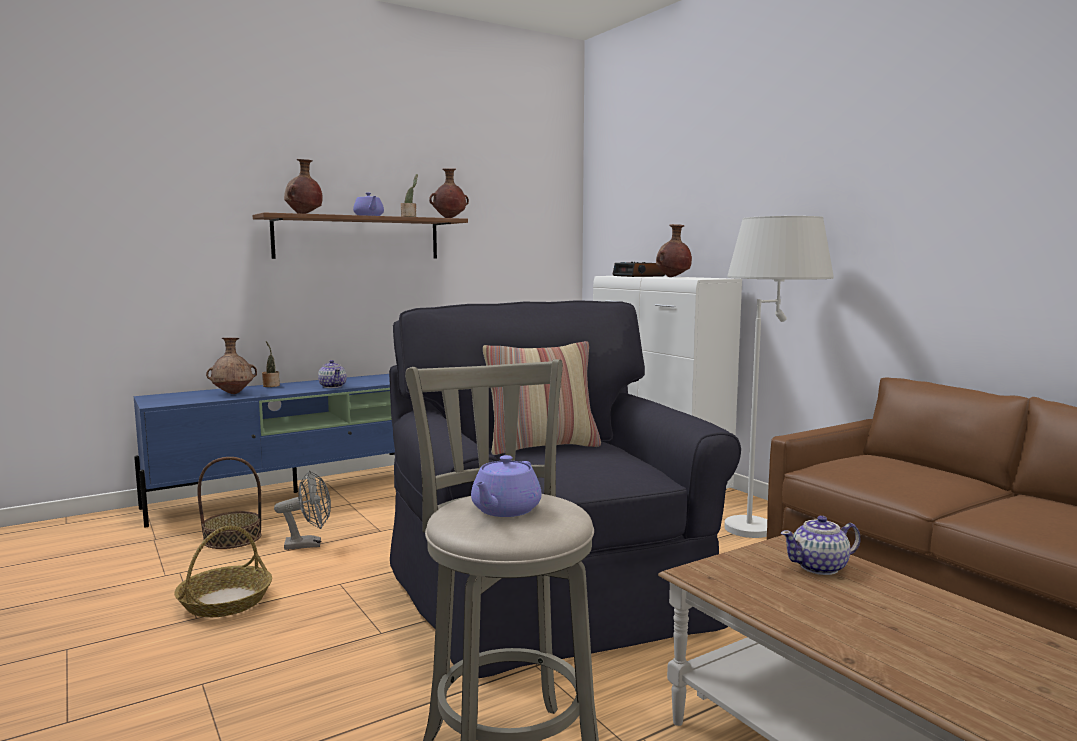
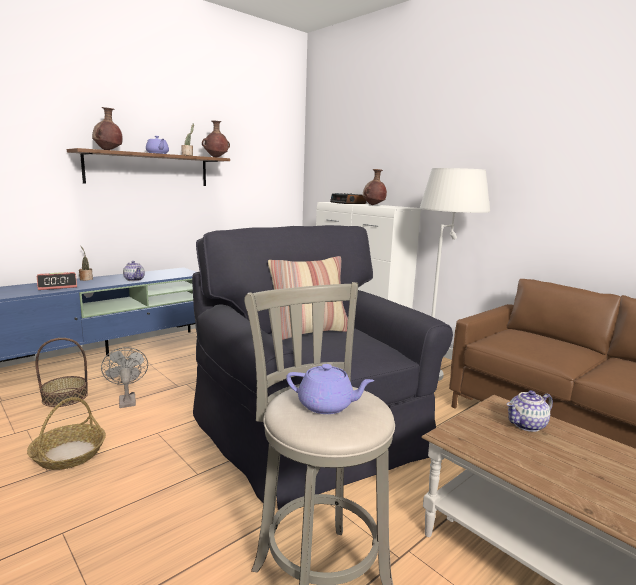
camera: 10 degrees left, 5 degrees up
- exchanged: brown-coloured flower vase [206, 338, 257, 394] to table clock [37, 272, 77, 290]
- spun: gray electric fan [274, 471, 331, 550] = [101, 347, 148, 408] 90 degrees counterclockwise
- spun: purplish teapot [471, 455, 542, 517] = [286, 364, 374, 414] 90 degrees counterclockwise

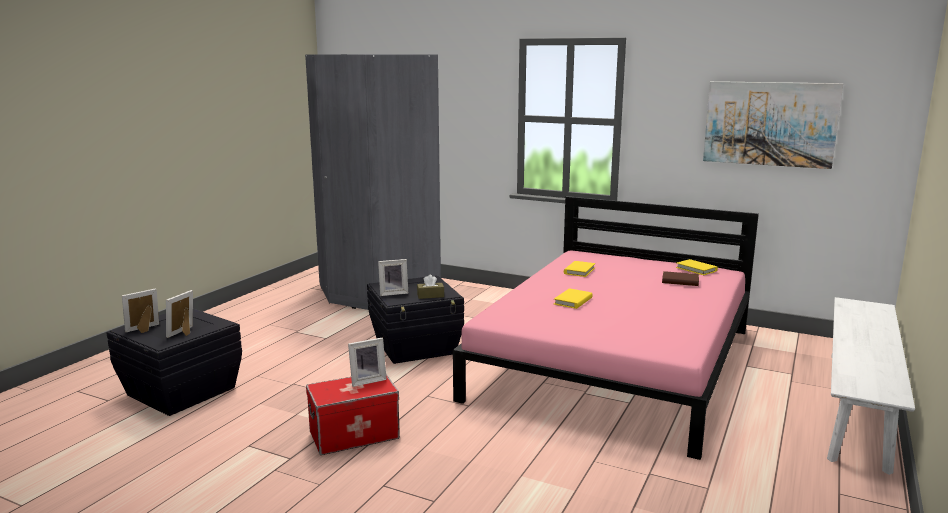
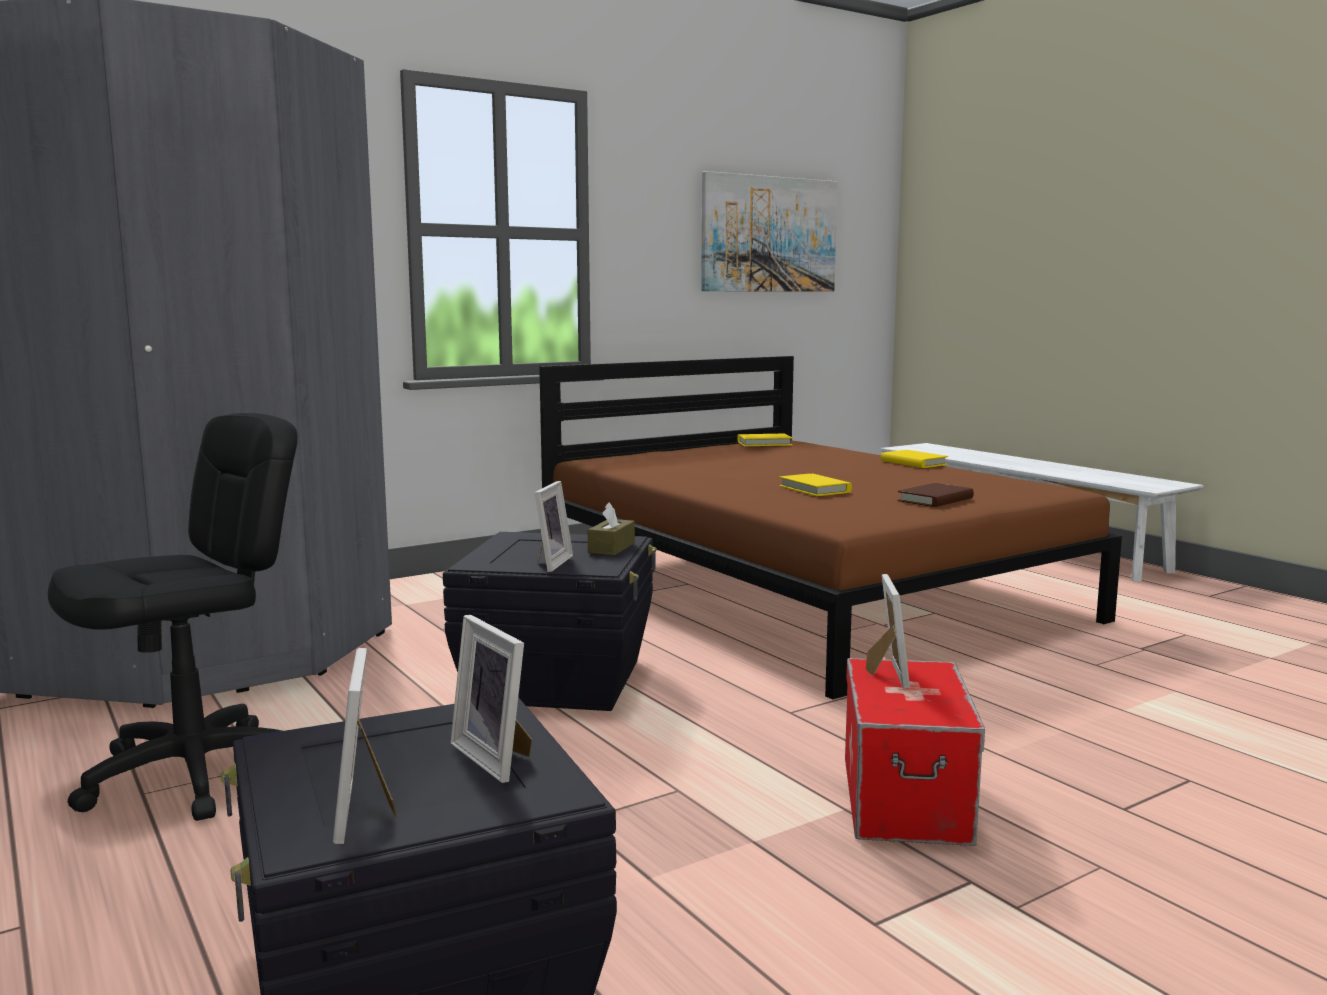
camera: 60 degrees left, 5 degrees down
- colour: pinkish bed [453, 196, 759, 460] to brown-coloured bed [539, 356, 1122, 700]
- relocated: yellow volume [564, 261, 595, 277] to [881, 450, 948, 468]
- relocated: brown-coloured volume [662, 271, 699, 286] to [897, 483, 974, 507]
- appeared: blackish computer chair [48, 413, 298, 821]

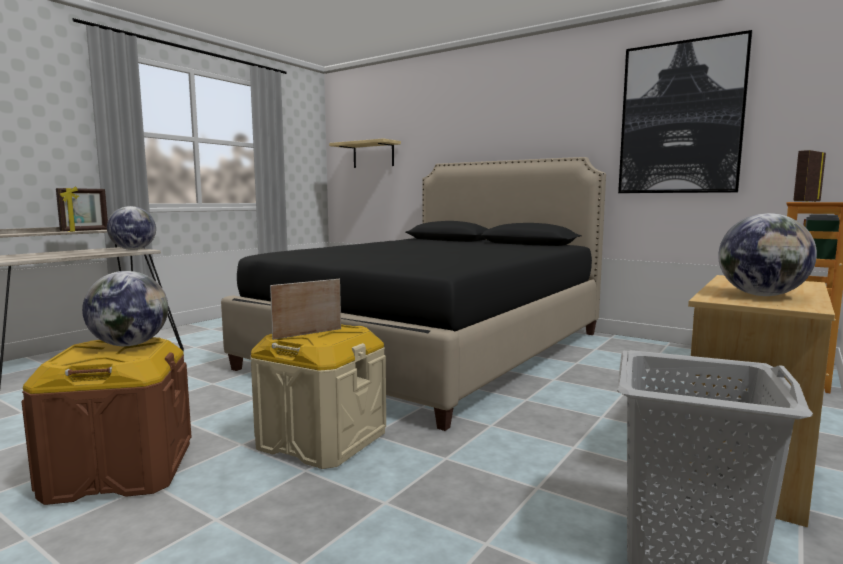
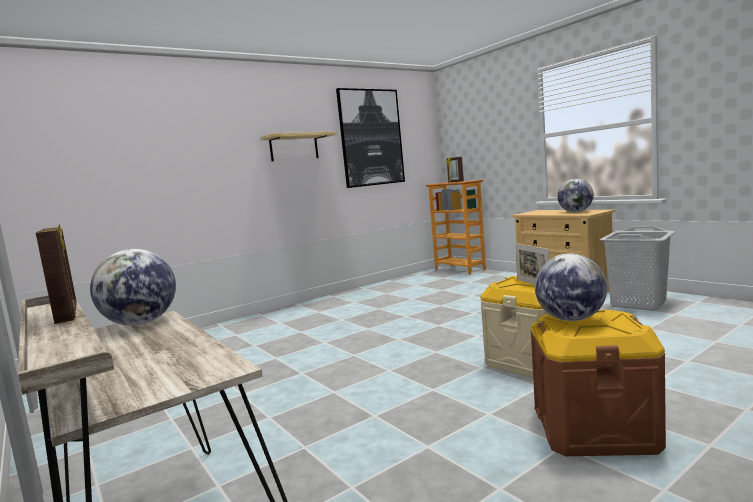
camera: 70 degrees left, 0 degrees up
- missing: blackish bed [221, 157, 606, 431]
- relocated: shelf [329, 139, 401, 168] to [260, 131, 337, 161]

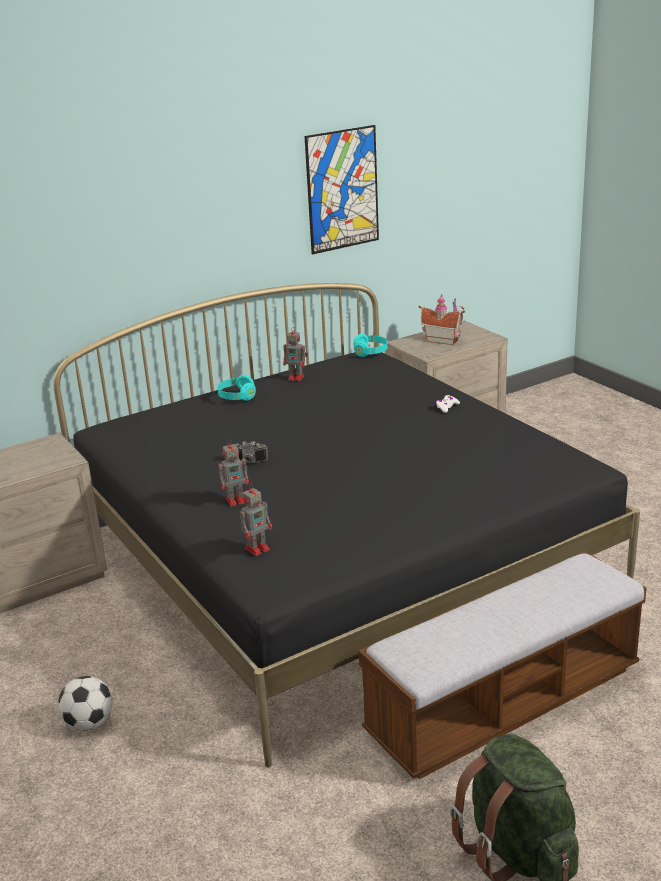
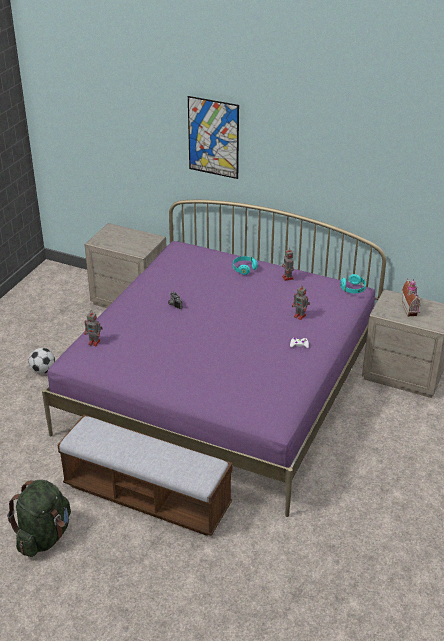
camera: 55 degrees right, 10 degrees up
- colour: blackish bed [53, 283, 640, 767] to purplish bed [42, 200, 386, 517]
- relocated: robot figure [218, 439, 249, 507] to [292, 285, 310, 320]
- relocated: picture [305, 125, 379, 254] to [188, 96, 239, 179]

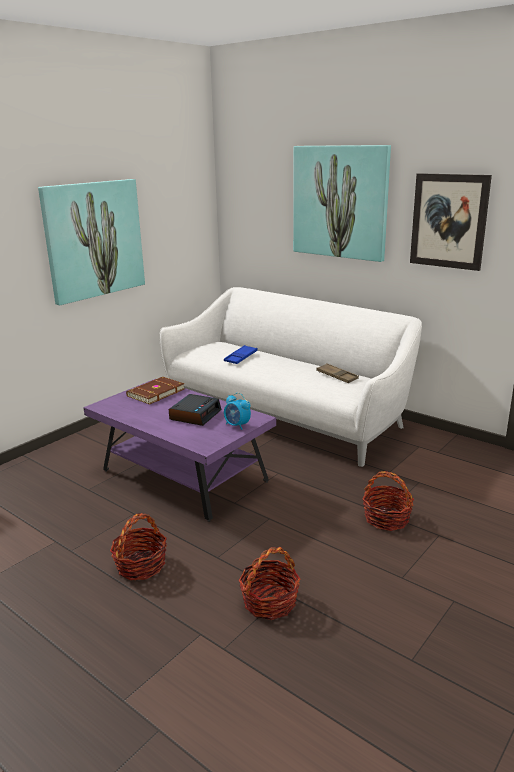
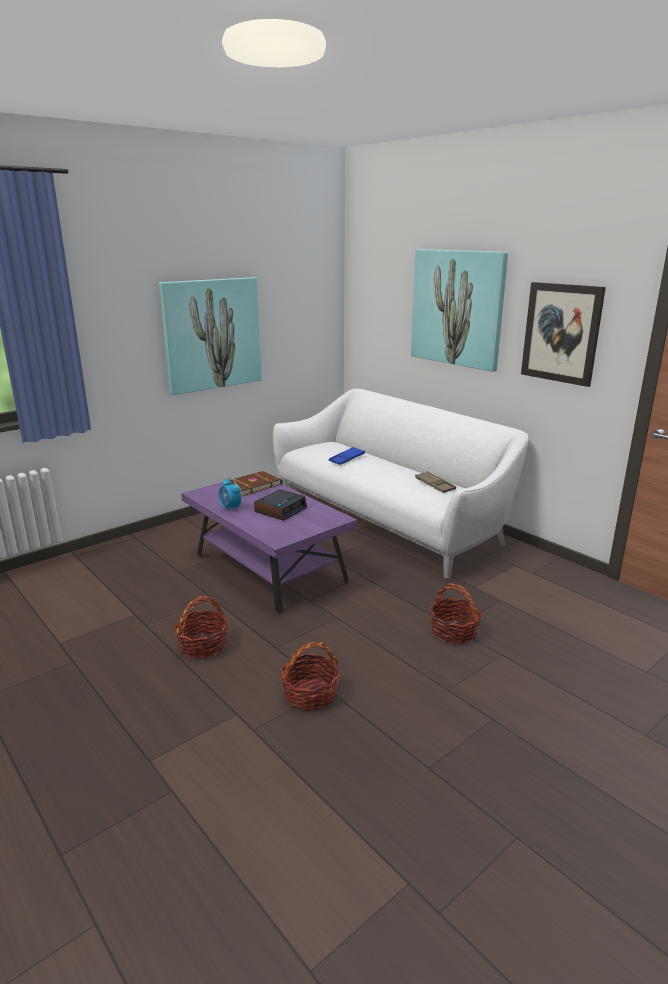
camera: 10 degrees right, 0 degrees up
- relocated: table clock [224, 393, 251, 430] to [219, 477, 241, 512]

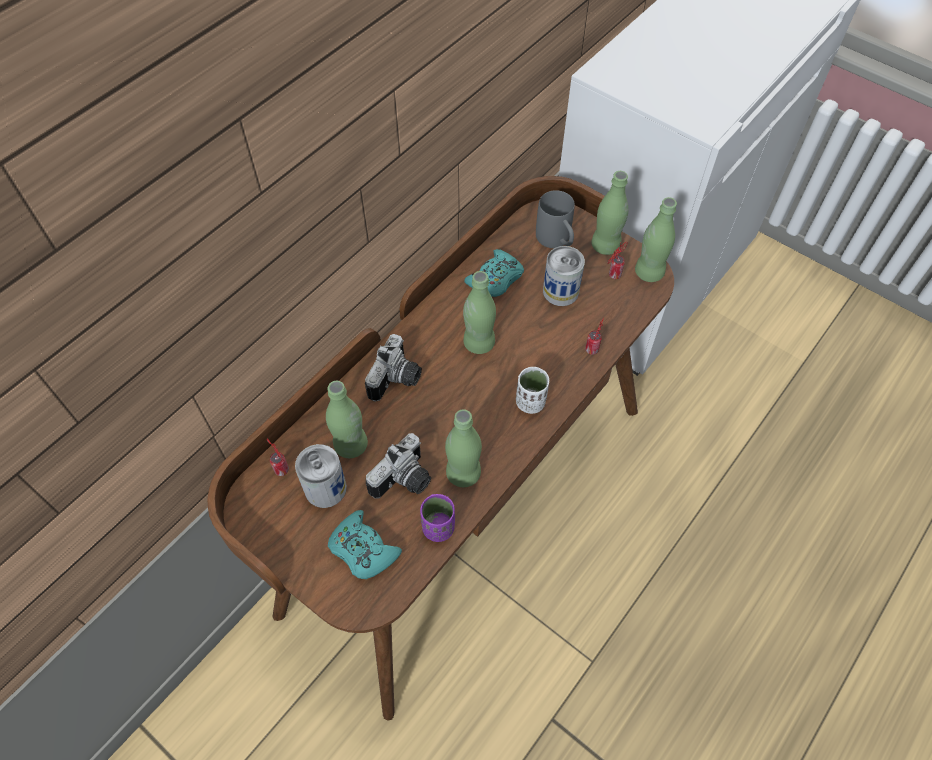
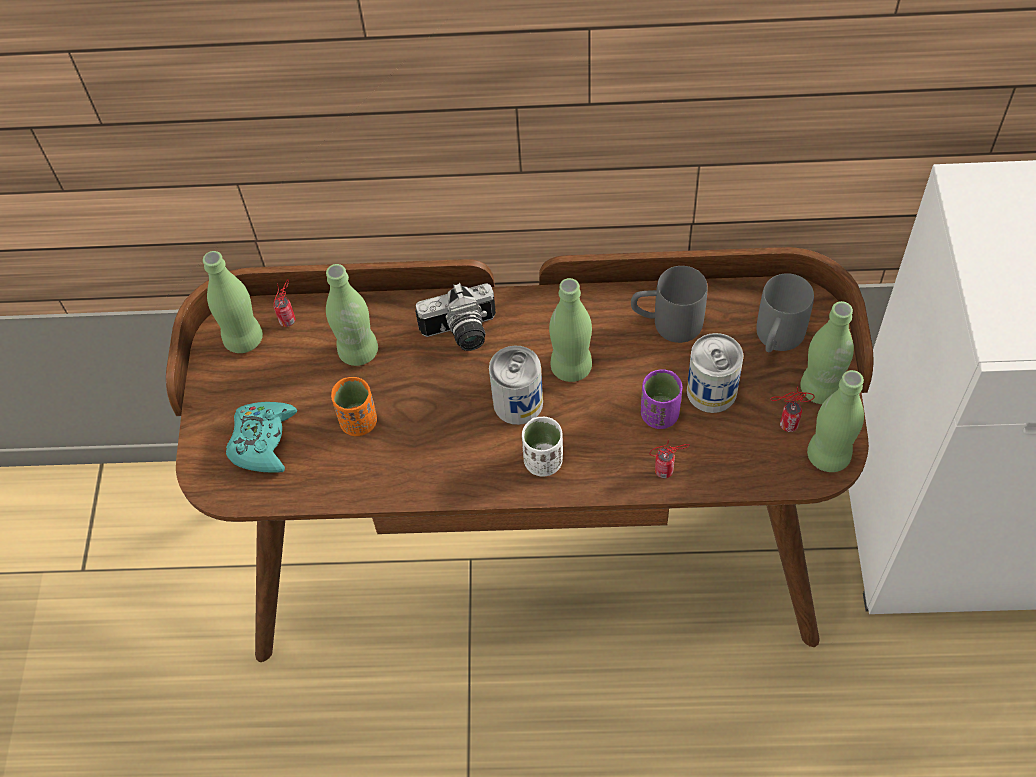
camera: 55 degrees right, 0 degrees up
- relocated: can [295, 444, 347, 508] to [489, 345, 543, 425]
- exchanged: still camera [366, 433, 431, 498] to orange cup [331, 377, 377, 436]
- relocated: purplish cup [420, 494, 455, 542] to [641, 370, 682, 429]
- relocated: greenish drink bottle [445, 409, 482, 487] to [203, 251, 263, 353]
- exchanged: turquoise-coloured joypad [464, 249, 524, 297] to gray coffee mug [631, 266, 708, 343]

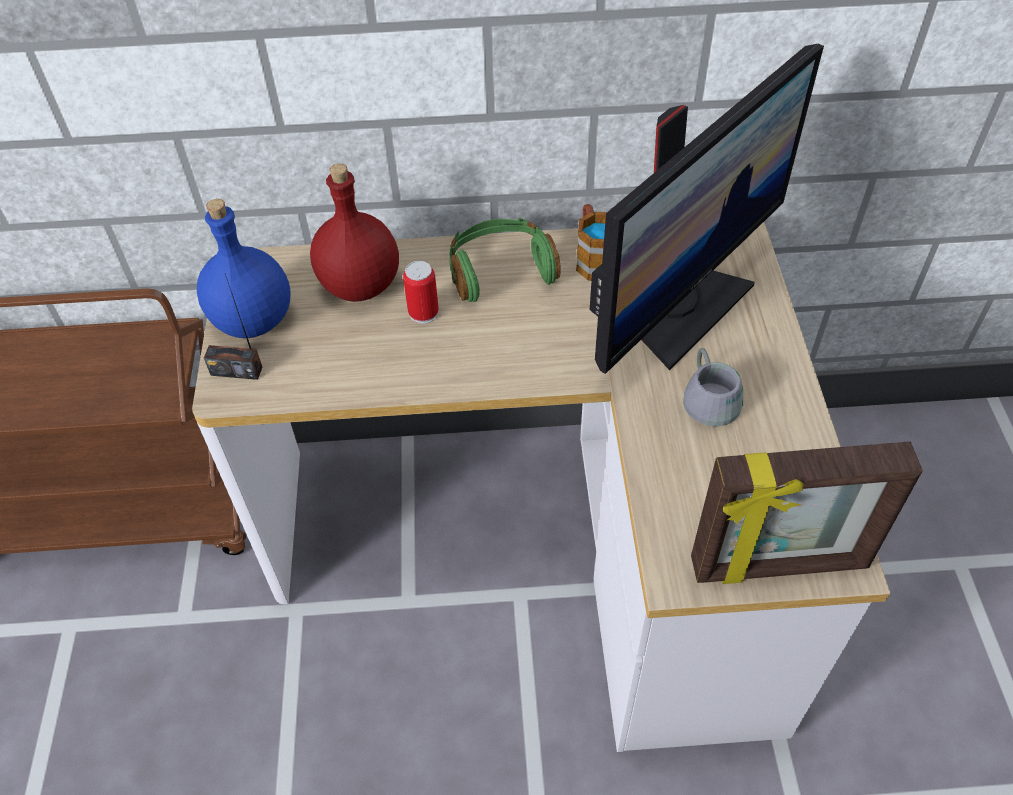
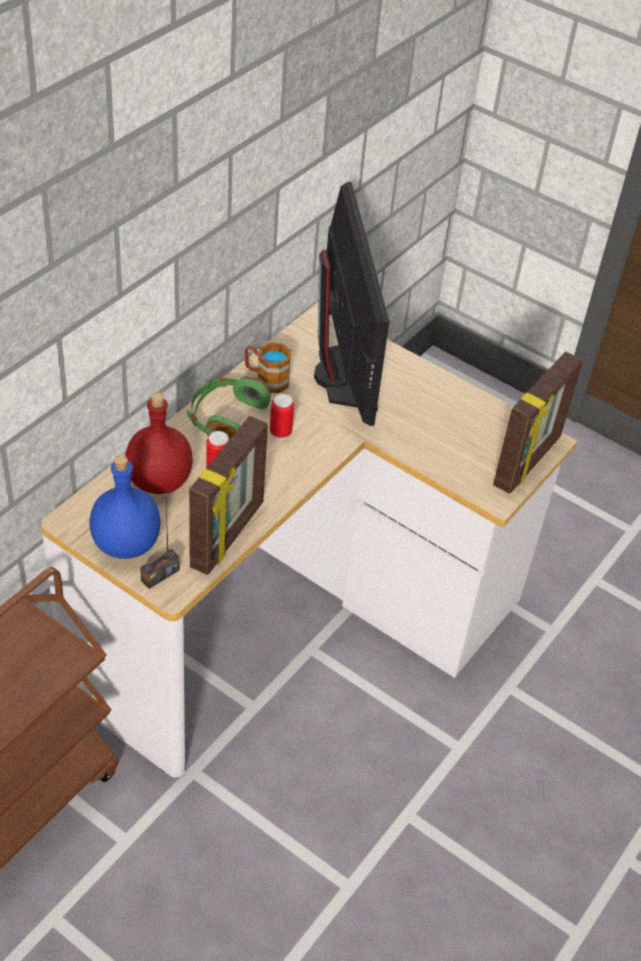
camera: 55 degrees left, 5 degrees down
- missing: gray coffee mug [683, 348, 743, 426]
- appeared: photo frame [189, 416, 268, 575]
- appeared: can [270, 394, 294, 440]

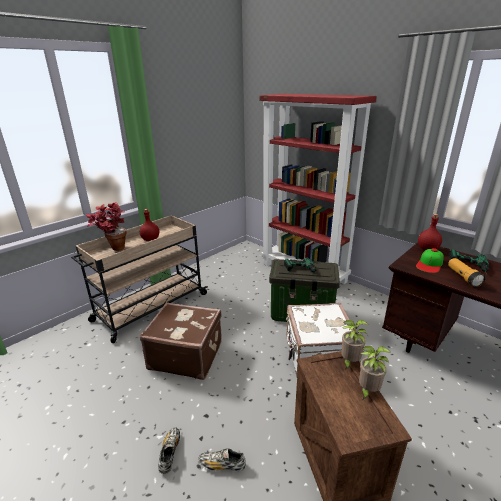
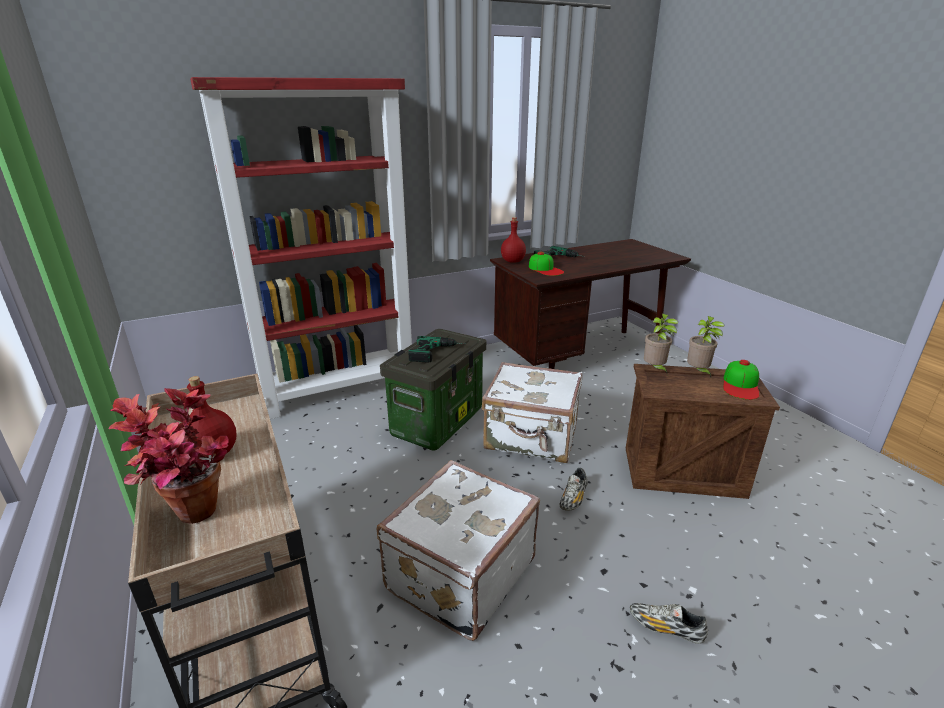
camera: 70 degrees left, 0 degrees up
- colour: brown-coloured travel case [140, 302, 222, 380] to white travel case [376, 460, 540, 641]
- relocated: shoe [199, 448, 246, 471] to [560, 468, 588, 511]
- missing: hand torch [448, 258, 486, 287]
- appeared: baseball cap [723, 360, 760, 400]

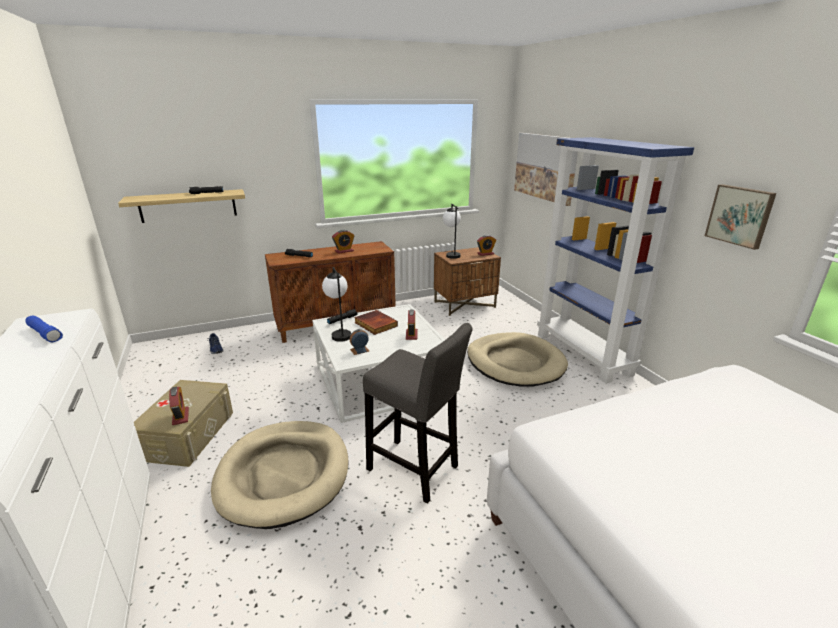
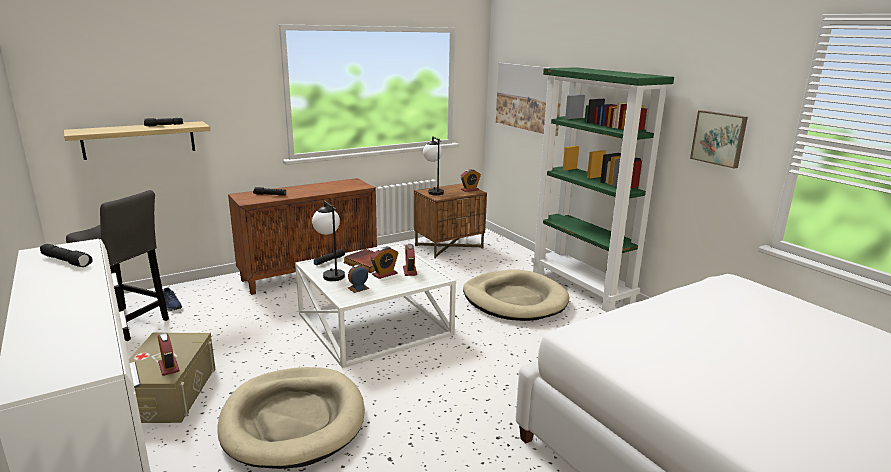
camera: 10 degrees left, 5 degrees down
- colour: blue hand torch [25, 315, 63, 342] to blackish hand torch [40, 244, 93, 267]
- relocated: table clock [332, 230, 354, 254] to [370, 247, 398, 279]
- relocated: gray stool seat [363, 323, 473, 504] to [66, 190, 169, 341]
- colour: blue shelving unit [537, 137, 694, 384] to greenish shelving unit [531, 67, 674, 312]

